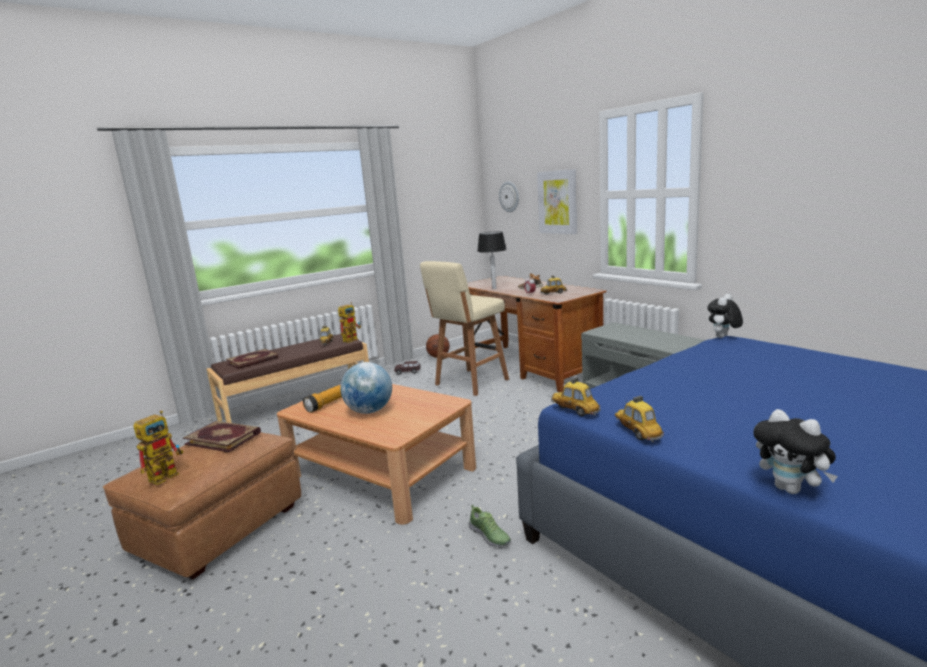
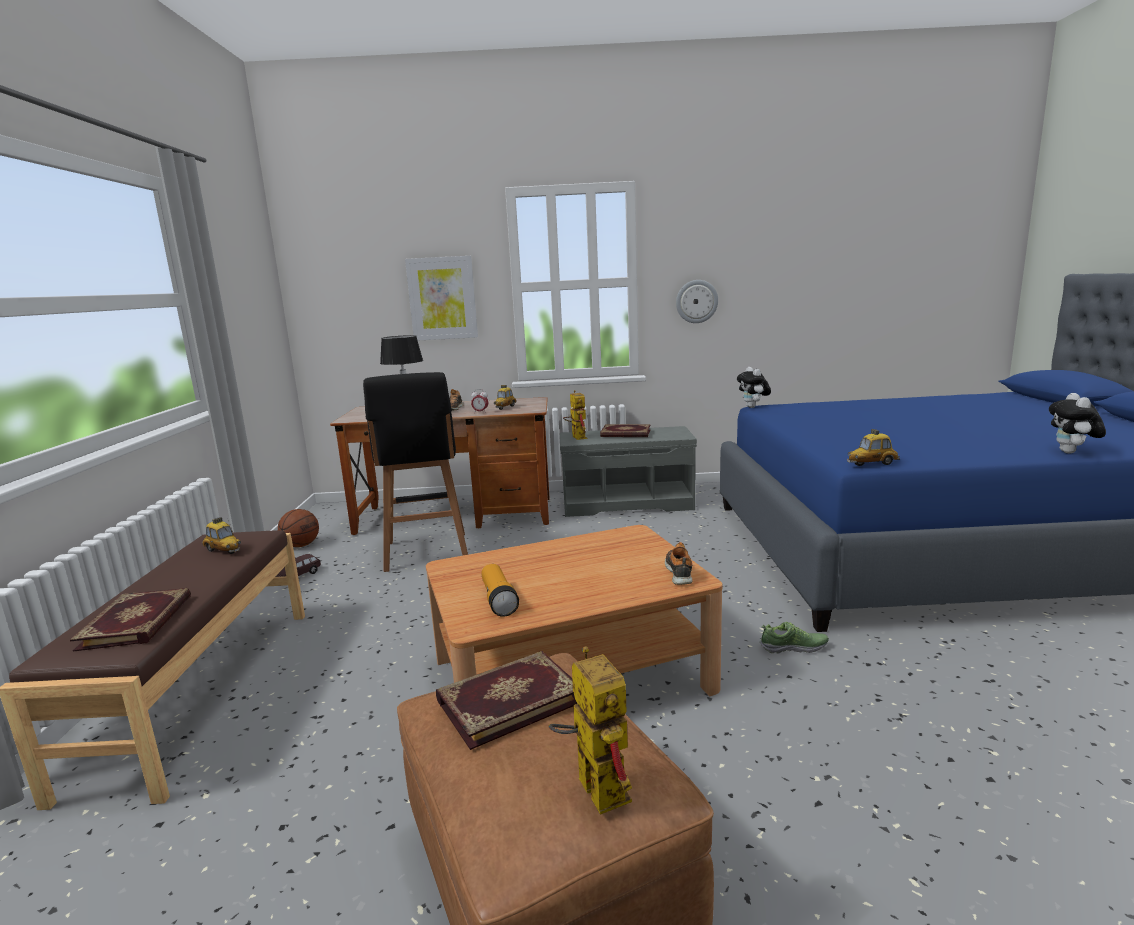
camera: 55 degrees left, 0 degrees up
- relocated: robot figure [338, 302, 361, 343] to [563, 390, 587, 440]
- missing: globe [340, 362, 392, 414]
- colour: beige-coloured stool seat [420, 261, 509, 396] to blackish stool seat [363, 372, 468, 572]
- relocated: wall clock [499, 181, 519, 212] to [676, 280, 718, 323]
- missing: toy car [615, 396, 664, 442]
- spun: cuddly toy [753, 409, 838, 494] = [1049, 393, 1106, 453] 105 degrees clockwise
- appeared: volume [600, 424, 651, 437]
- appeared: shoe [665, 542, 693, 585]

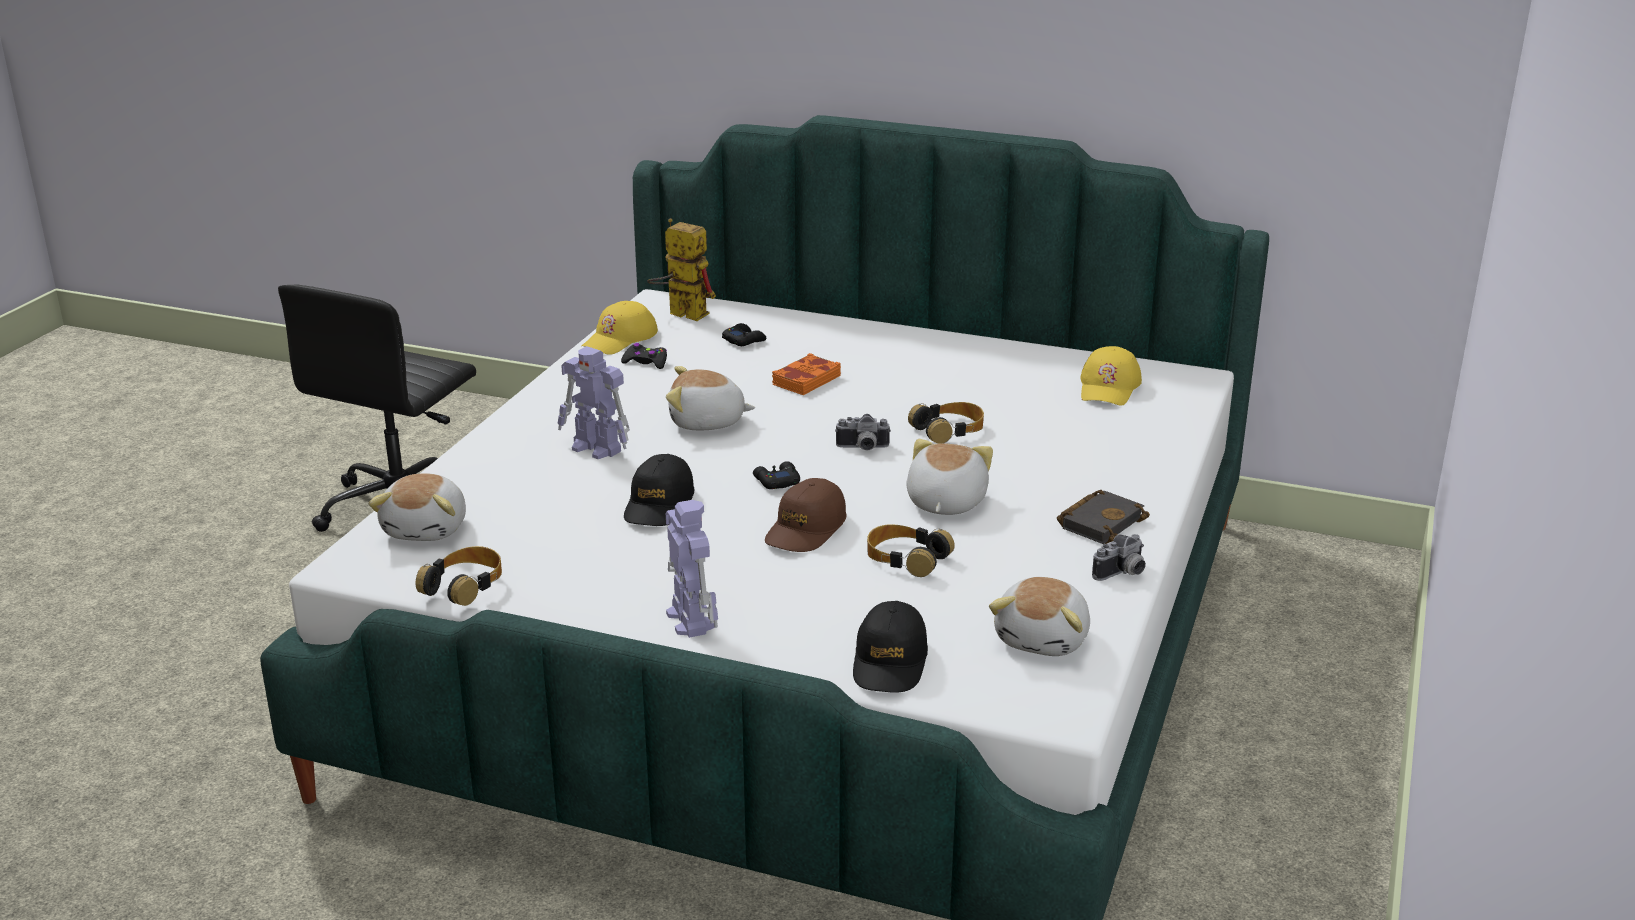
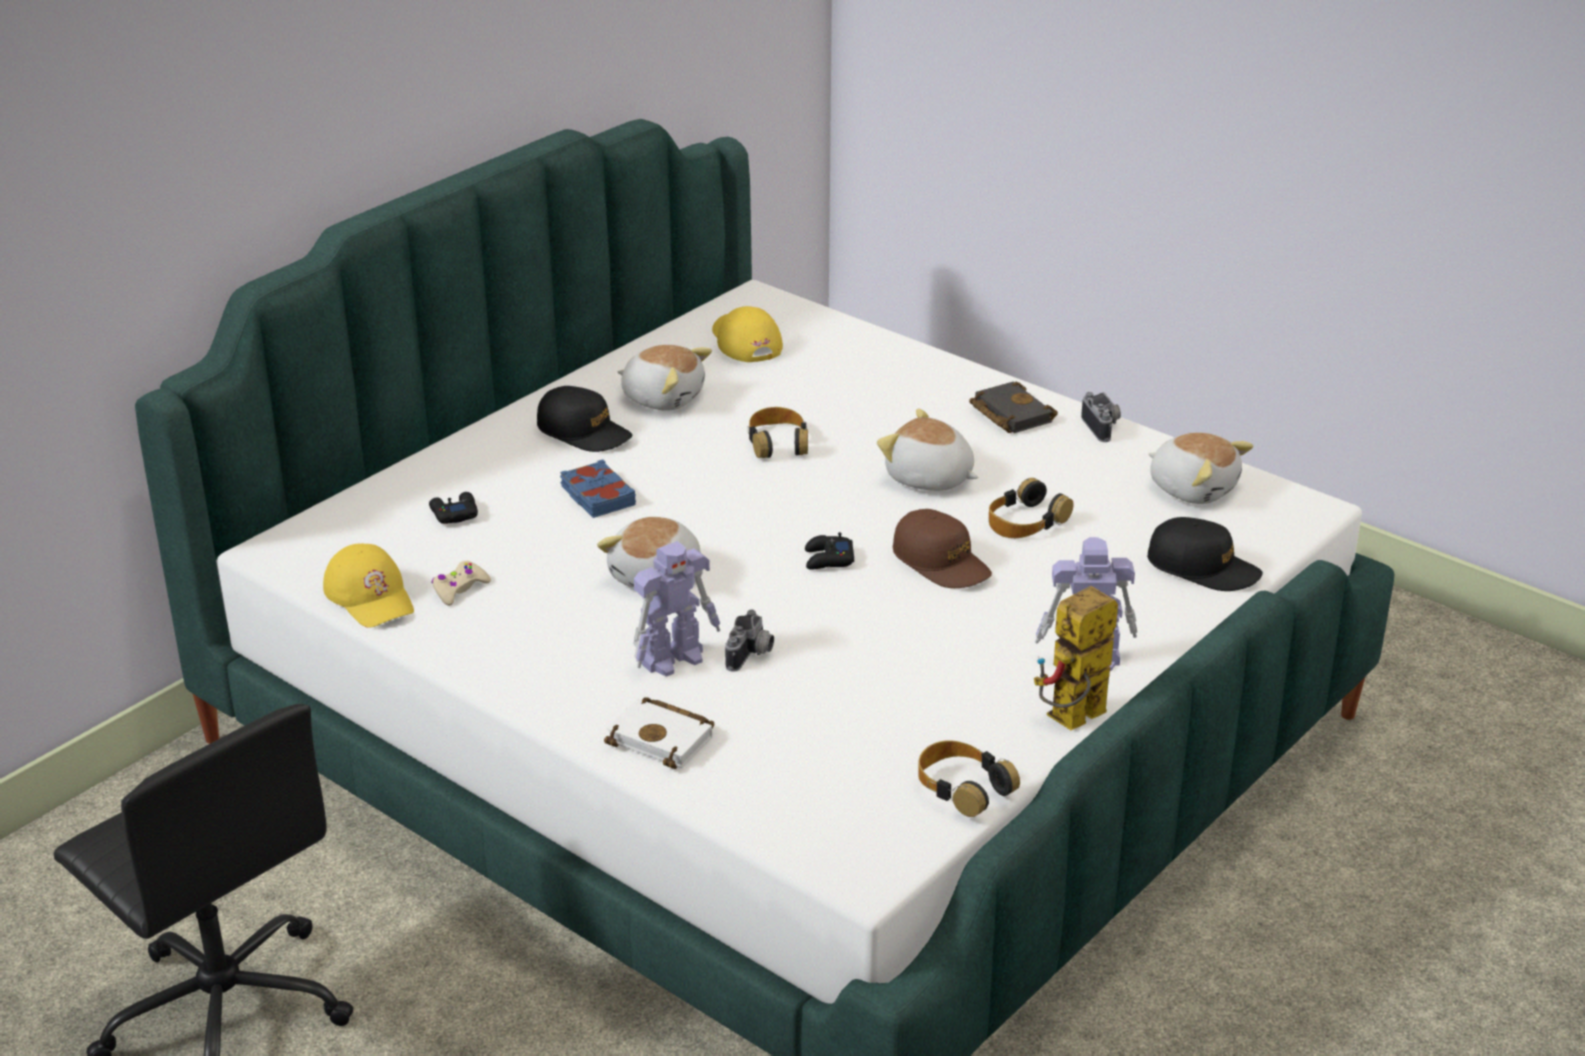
camera: 70 degrees left, 5 degrees up
- relocated: cuddly toy [368, 473, 466, 541] to [618, 345, 712, 411]
- colour: blackish joypad [621, 343, 667, 369] to beige-coloured joypad [432, 561, 491, 606]
- relocated: blackish baseball cap [624, 454, 694, 526] to [537, 386, 632, 452]
- relocated: robot figure [647, 218, 716, 321] to [1034, 586, 1118, 730]
- colour: orange volume [772, 353, 841, 395] to blue volume [560, 459, 636, 518]
- relocated: still camera [835, 414, 891, 450] to [725, 610, 774, 672]
- spun: yellow baseball cap [1081, 346, 1142, 406] = [712, 306, 783, 362] 150 degrees counterclockwise
- appeared: white volume [604, 697, 714, 769]

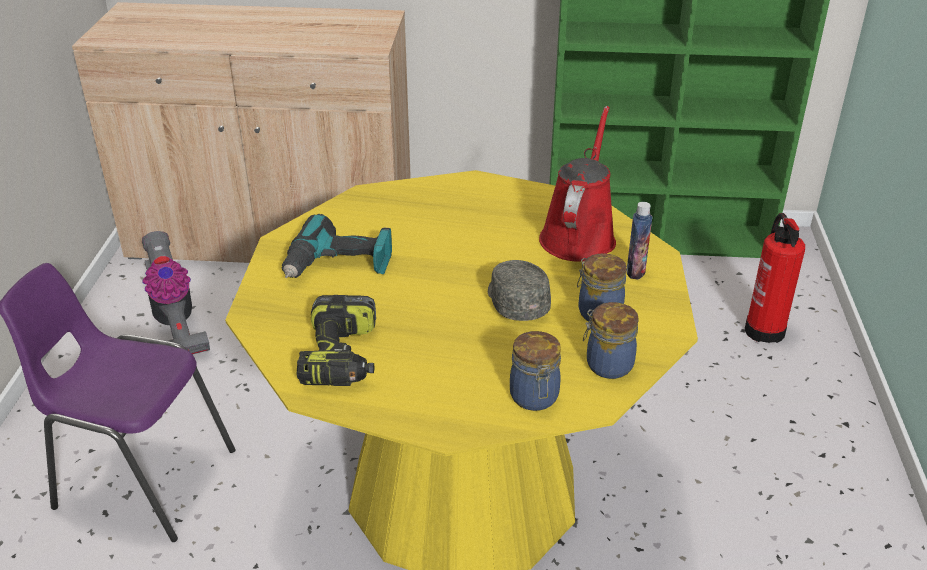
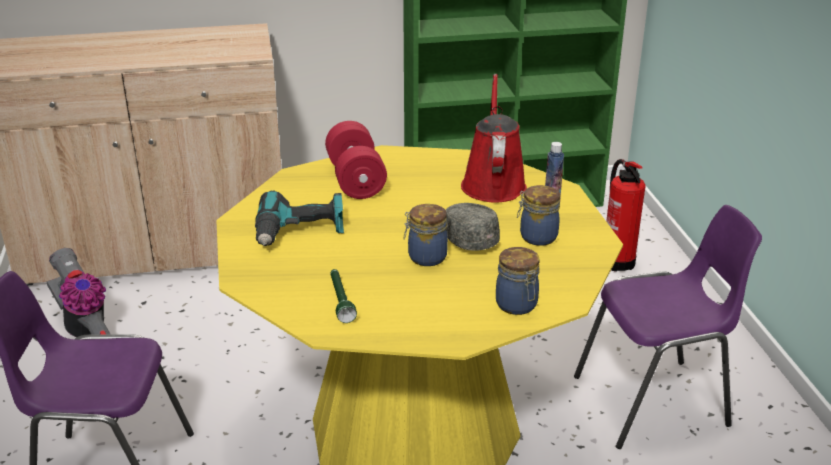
camera: 15 degrees left, 5 degrees down
- exchanged: drill [297, 295, 376, 386] to greenish hand torch [330, 269, 357, 323]
- relocated: jar [583, 302, 639, 379] to [404, 204, 448, 266]
- appeared: red hand weight [325, 121, 387, 199]
- appeared: purplish upright chair [574, 205, 762, 449]

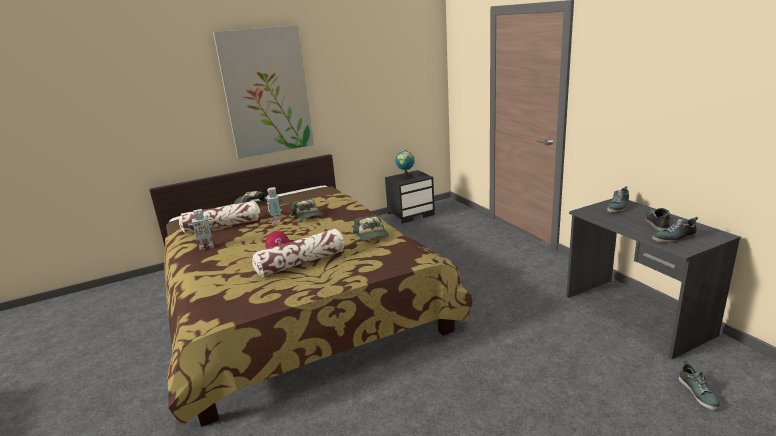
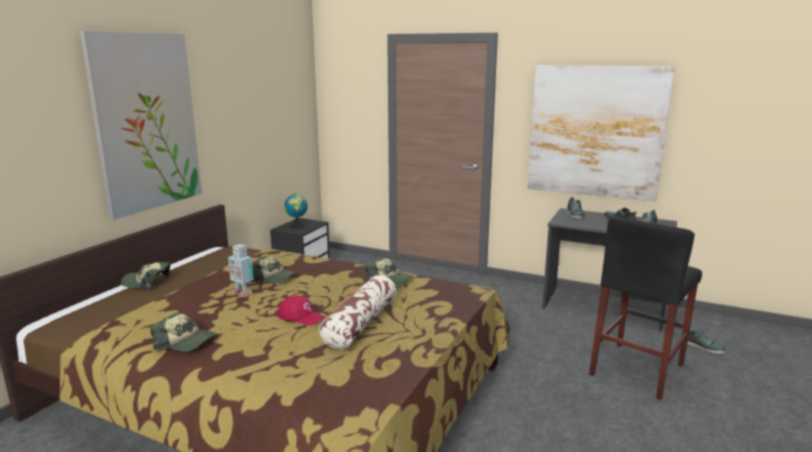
camera: 40 degrees left, 5 degrees down
- missing: pillow [179, 201, 260, 233]
- exchanged: robot figure [188, 209, 214, 250] to baseball cap [150, 313, 217, 352]
- appeared: picture [528, 65, 675, 202]
- appeared: blackish stool seat [589, 216, 702, 400]

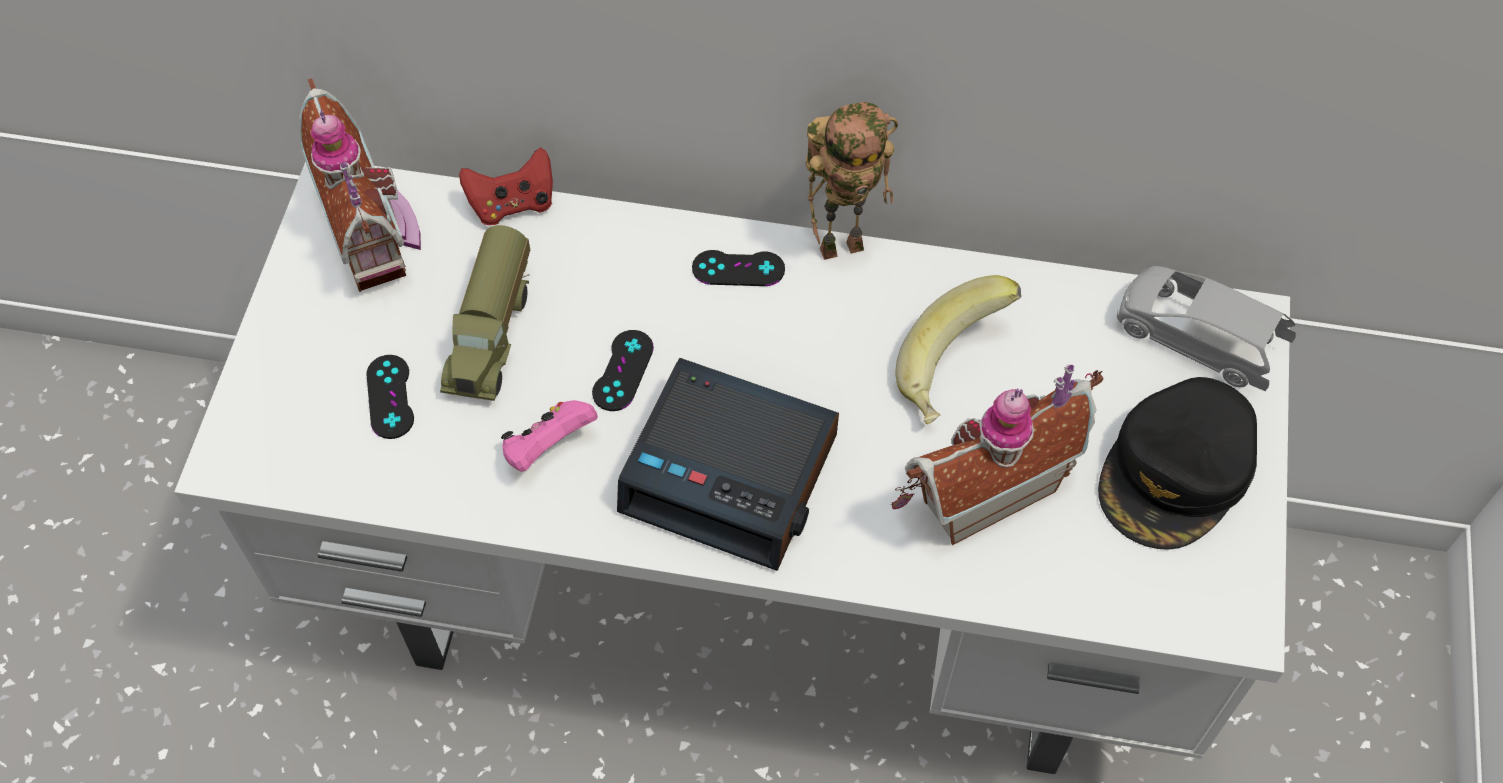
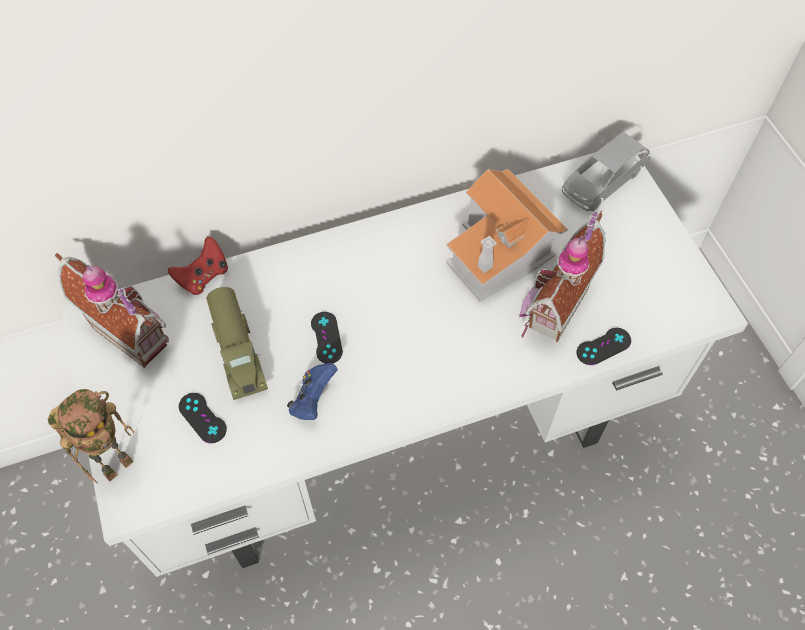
camera: 30 degrees left, 0 degrees up
- colour: pinkish joypad [501, 400, 598, 472] to blue joypad [287, 363, 338, 420]
- missing: table clock [617, 358, 839, 571]
- relocated: blackish joypad [692, 250, 785, 286] to [577, 328, 631, 365]
- relocated: robot figure [806, 102, 898, 260] to [48, 389, 134, 484]
- exchanged: banana fruit [895, 275, 1022, 424] to model house [446, 169, 568, 302]
- missing: blackish baseball cap [1098, 377, 1257, 550]
- spun: gray toy car [1117, 266, 1296, 391] = [562, 131, 650, 211] 45 degrees counterclockwise

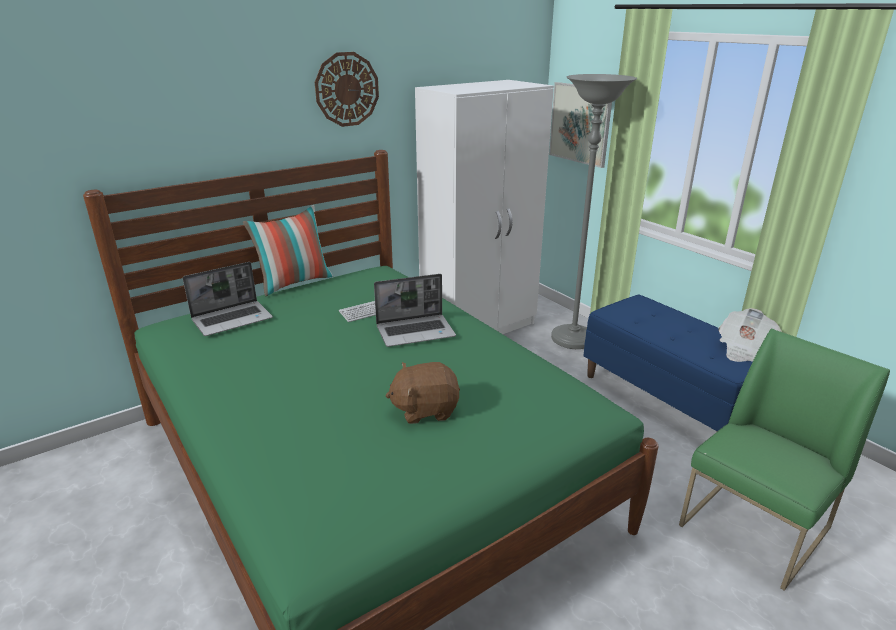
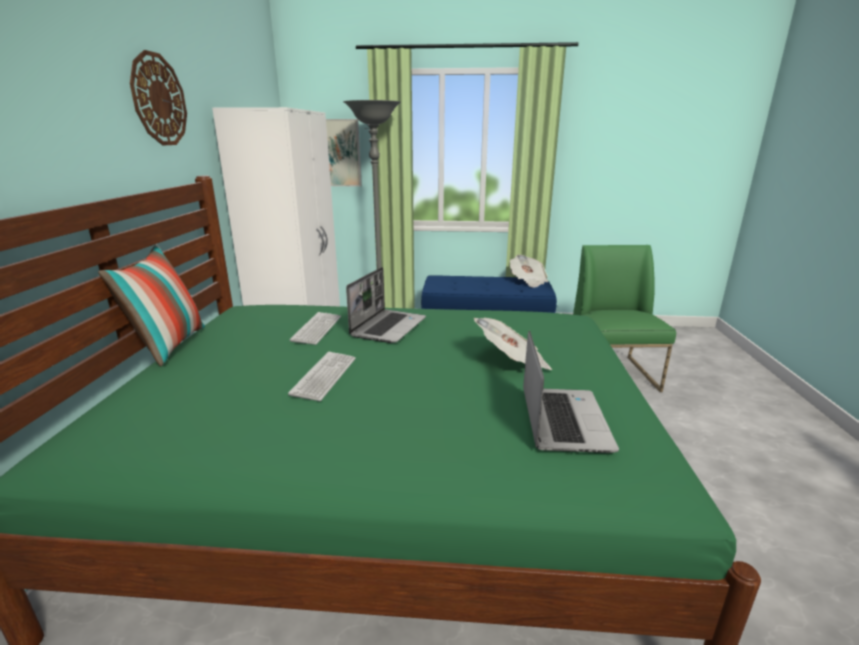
camera: 50 degrees left, 5 degrees down
- relocated: portable computer [183, 262, 273, 336] to [523, 331, 619, 453]
- exchanged: brown-coloured cuddly toy [385, 362, 460, 424] to newspaper [474, 318, 552, 370]
- appeared: keyboard [288, 352, 356, 401]

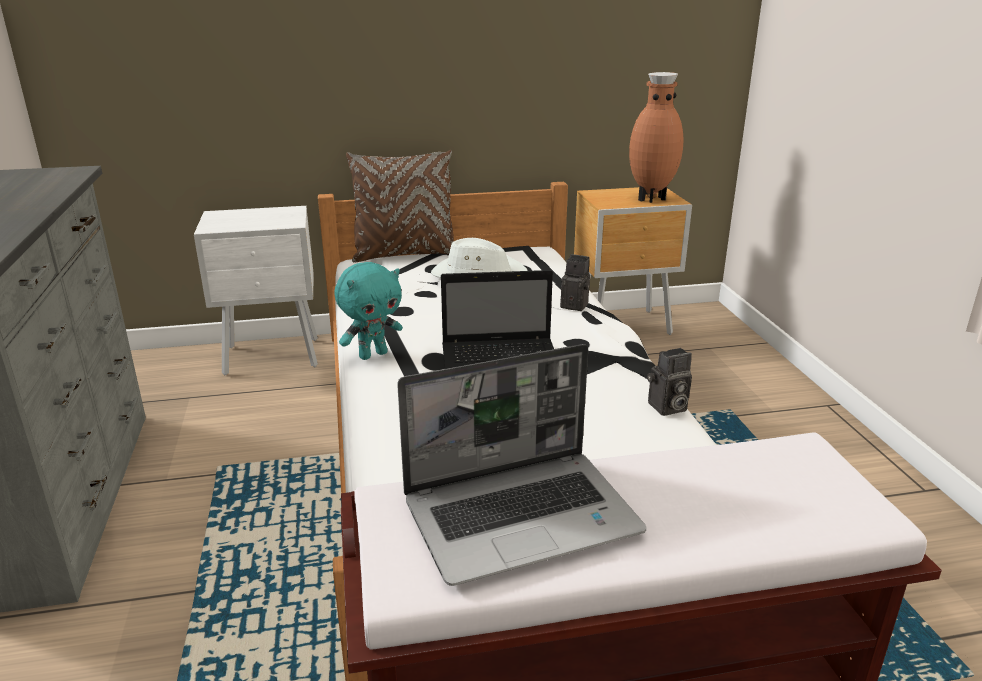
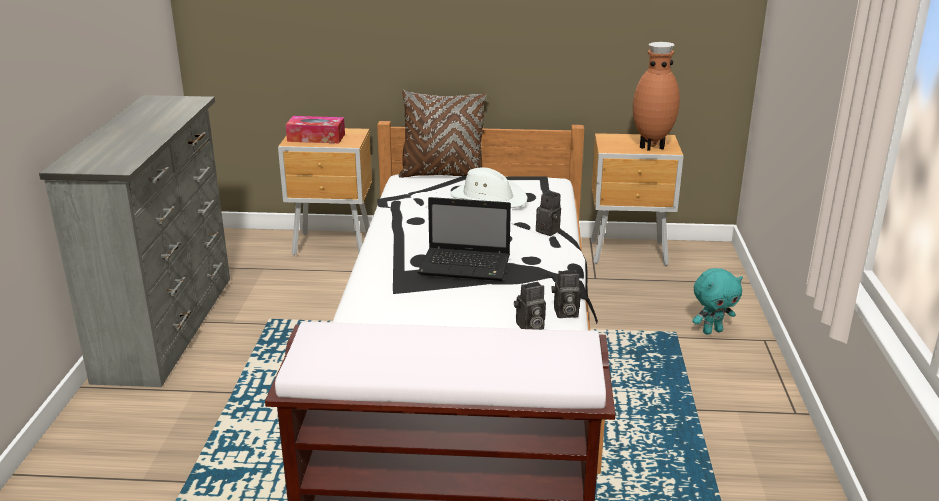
camera: 15 degrees right, 0 degrees up
- colour: white night table [194, 206, 318, 375] to brown-coloured night table [278, 128, 372, 256]
- relocated: turquoise-coloured cuddly toy [335, 262, 403, 360] to [692, 268, 743, 335]
- missing: portable computer [397, 344, 646, 586]
- appeared: tissue box [286, 116, 345, 143]
- appeared: still camera [514, 282, 546, 330]

